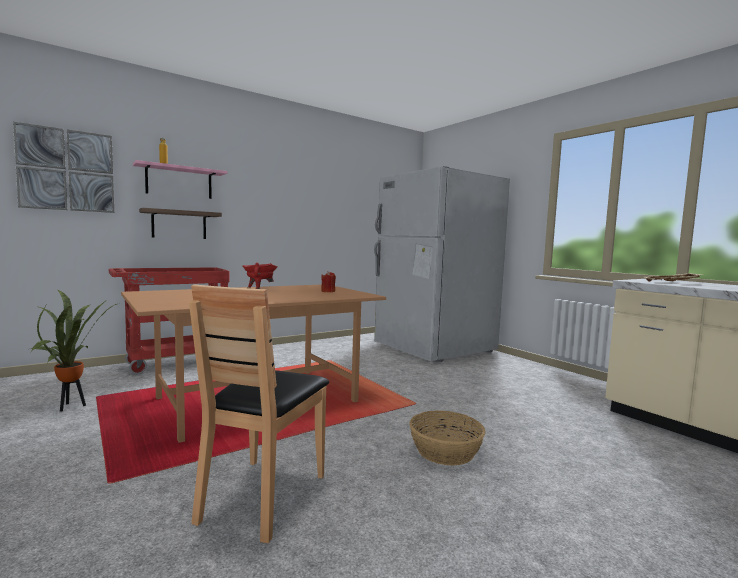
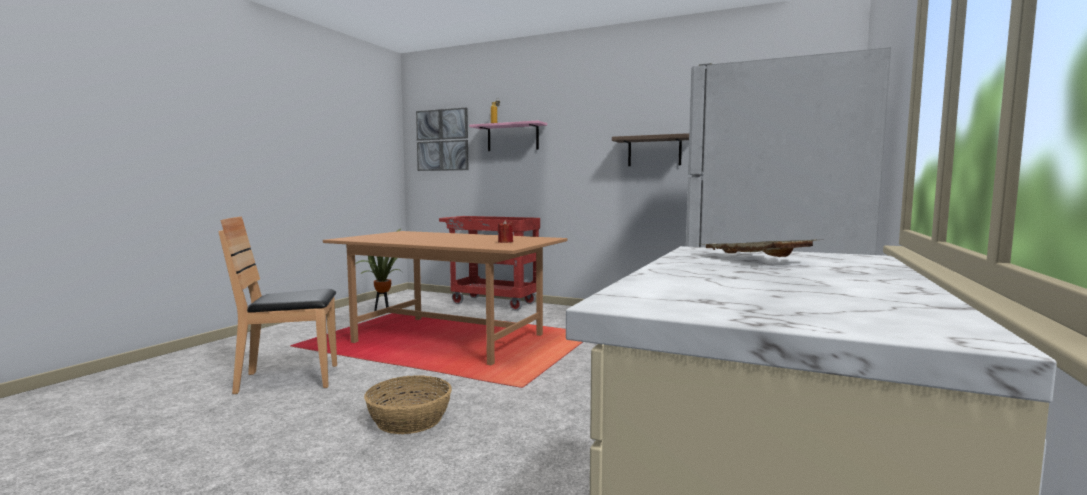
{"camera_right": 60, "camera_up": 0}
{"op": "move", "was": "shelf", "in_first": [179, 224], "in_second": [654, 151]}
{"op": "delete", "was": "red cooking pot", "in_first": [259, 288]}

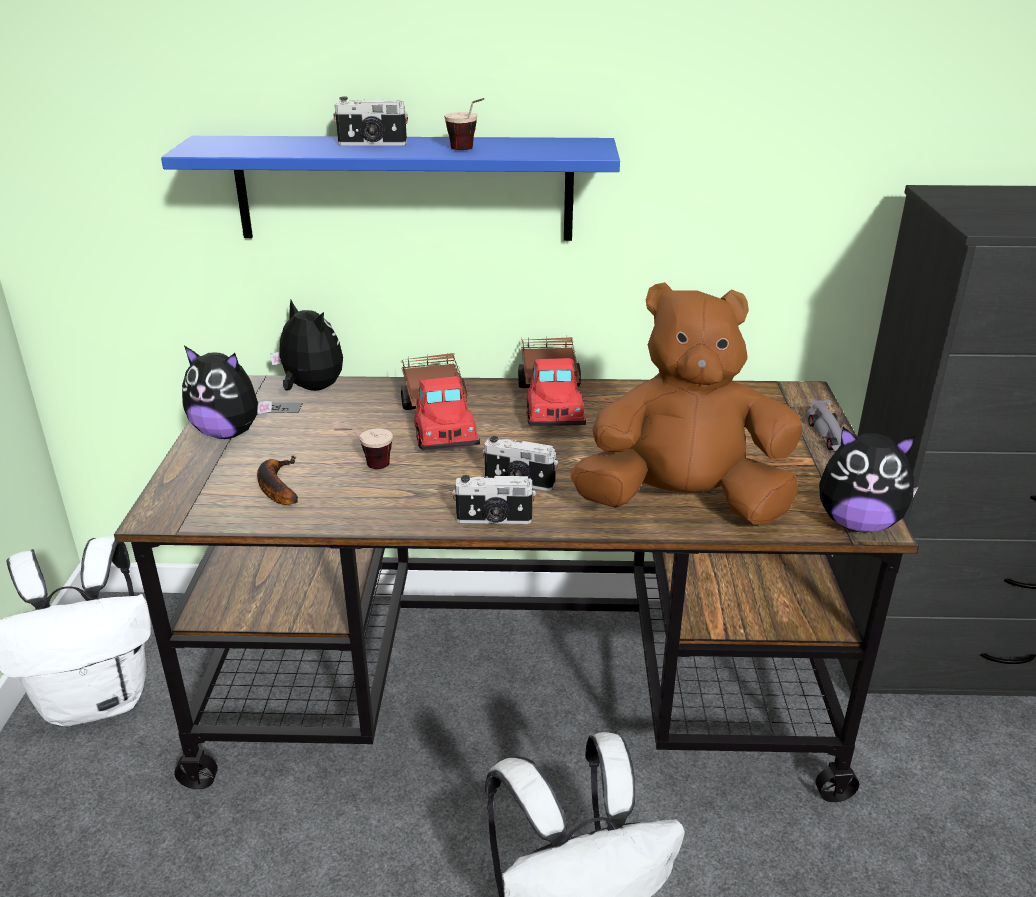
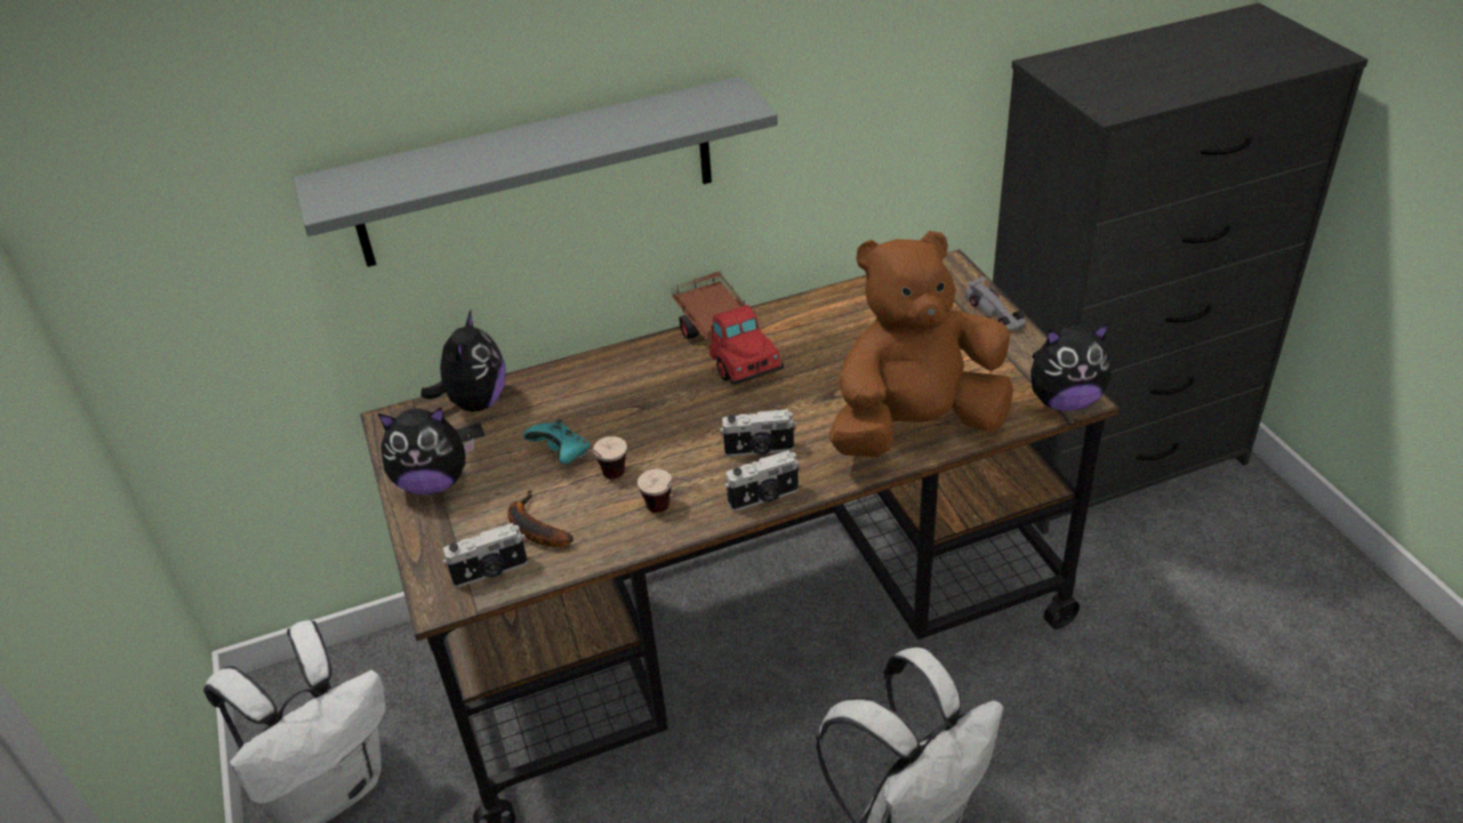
{"camera_right": -20, "camera_up": 10}
{"op": "recolor", "was": "blue shelf", "now": "grey shelf", "in_first": [404, 188], "in_second": [536, 174]}
{"op": "rotate", "was": "plush toy", "in_first": [310, 389], "in_second": [475, 402], "clockwise": 75}
{"op": "move", "was": "photo camera", "in_first": [372, 144], "in_second": [490, 572]}
{"op": "insert", "now": "turquoise game controller", "in_second": [562, 454]}
{"op": "move", "was": "cup", "in_first": [468, 151], "in_second": [669, 510]}
{"op": "delete", "was": "toy truck", "in_first": [440, 420]}

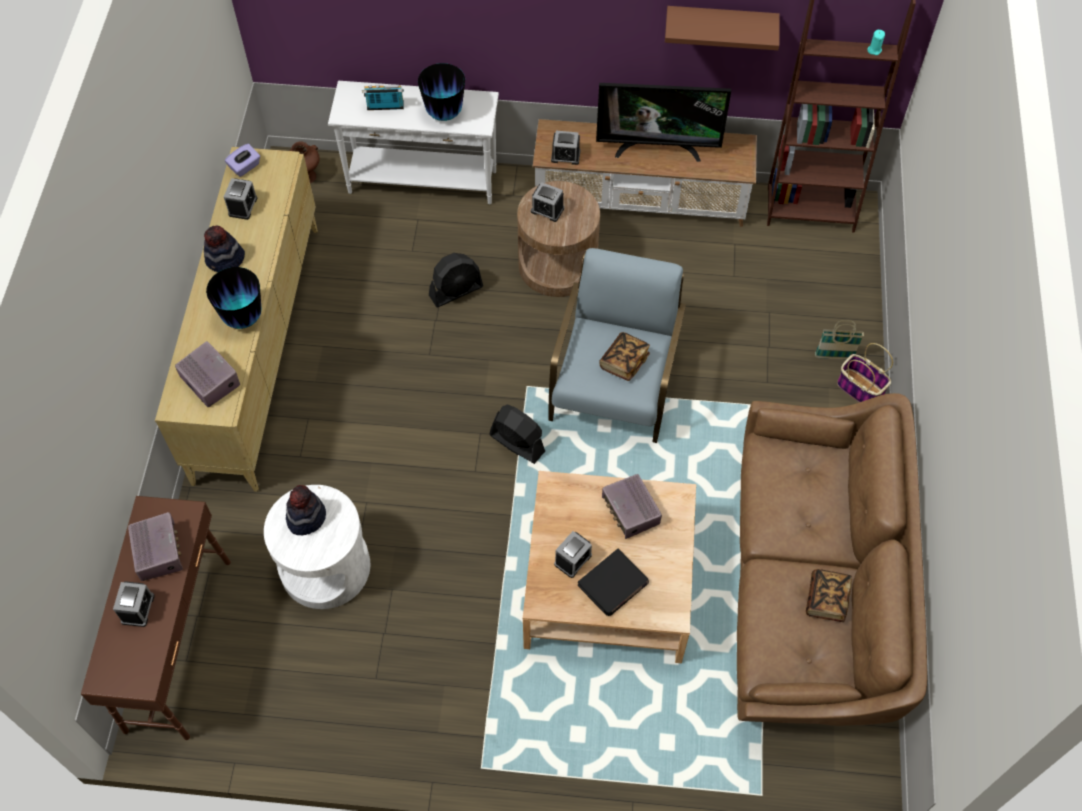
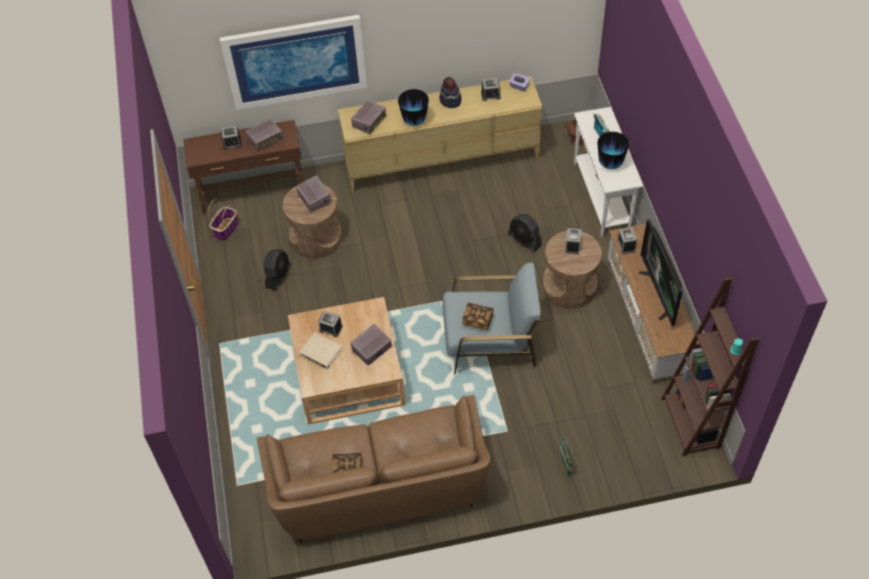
{"camera_right": 75, "camera_up": -5}
{"op": "move", "was": "basket", "in_first": [859, 388], "in_second": [226, 229]}
{"op": "insert", "now": "picture", "in_second": [295, 61]}
{"op": "move", "was": "black fan", "in_first": [517, 443], "in_second": [278, 275]}
{"op": "recolor", "was": "white side table", "now": "brown side table", "in_first": [325, 567], "in_second": [315, 237]}
{"op": "replace", "was": "hat", "now": "radio", "in_first": [306, 517], "in_second": [314, 198]}
{"op": "recolor", "was": "black book", "now": "beige book", "in_first": [613, 584], "in_second": [321, 352]}
{"op": "delete", "was": "brown shelf", "in_first": [721, 24]}

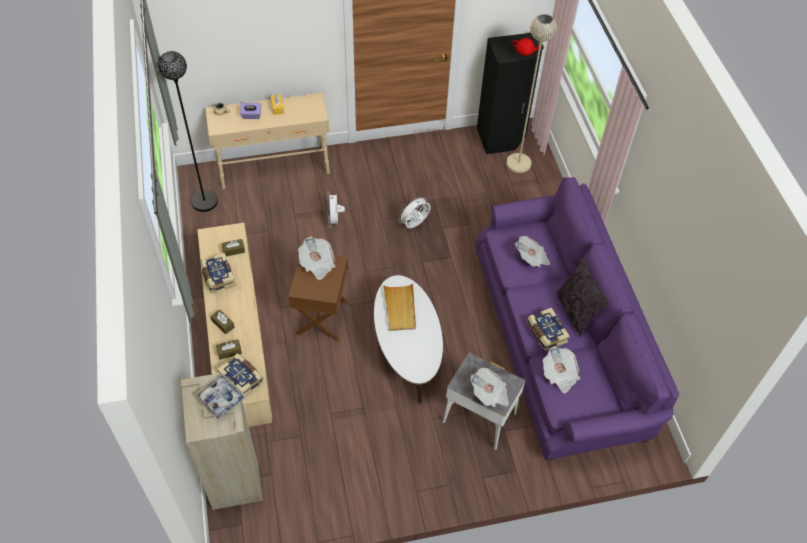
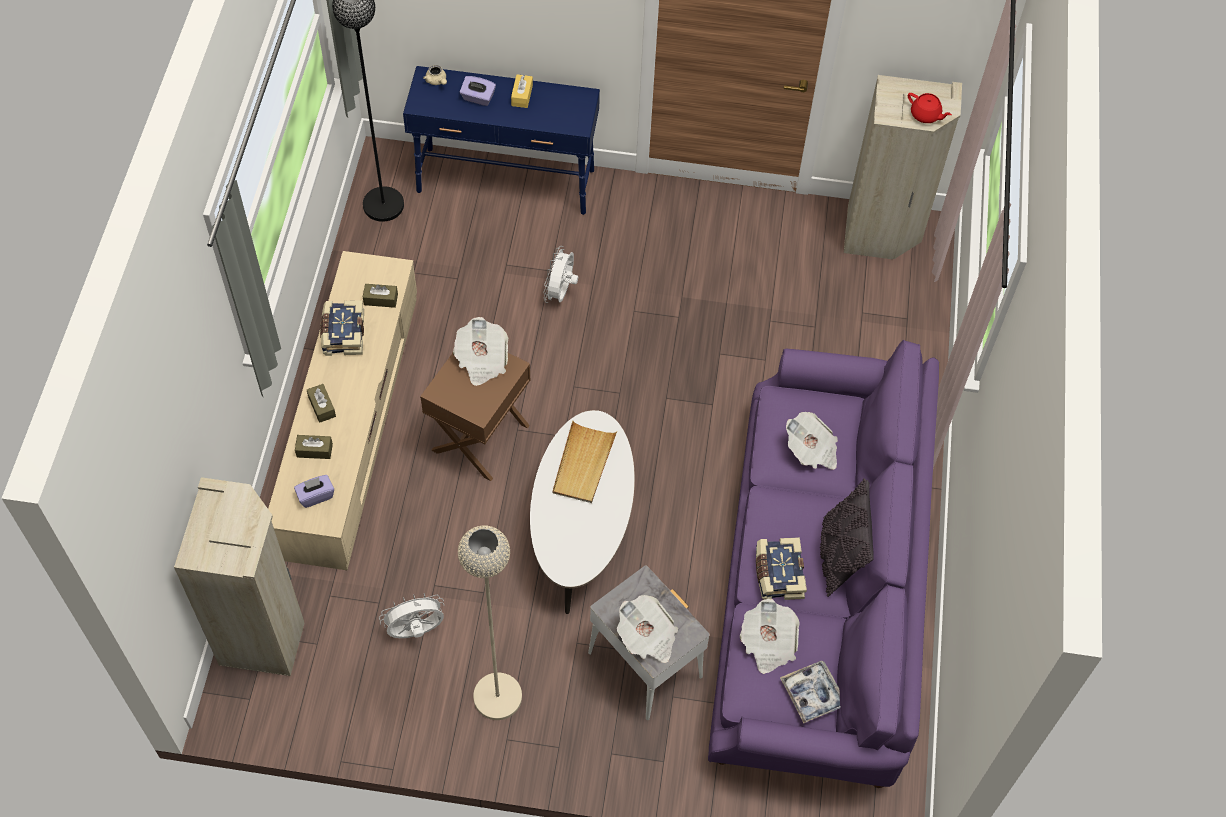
{"camera_right": 20, "camera_up": 5}
{"op": "replace", "was": "book", "now": "purple tissue box", "in_first": [242, 379], "in_second": [316, 496]}
{"op": "move", "was": "white fan", "in_first": [415, 225], "in_second": [416, 632]}
{"op": "recolor", "was": "beige console table", "now": "blue console table", "in_first": [274, 169], "in_second": [505, 182]}
{"op": "move", "was": "beige floor lamp", "in_first": [518, 164], "in_second": [497, 697]}
{"op": "move", "was": "tray", "in_first": [221, 398], "in_second": [812, 694]}
{"op": "recolor", "was": "black cabinet", "now": "beige cabinet", "in_first": [502, 137], "in_second": [882, 231]}

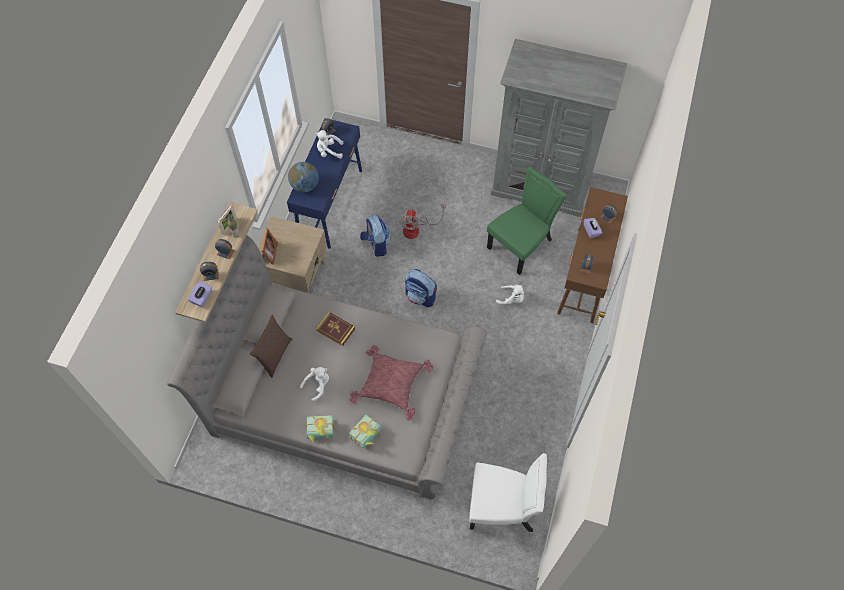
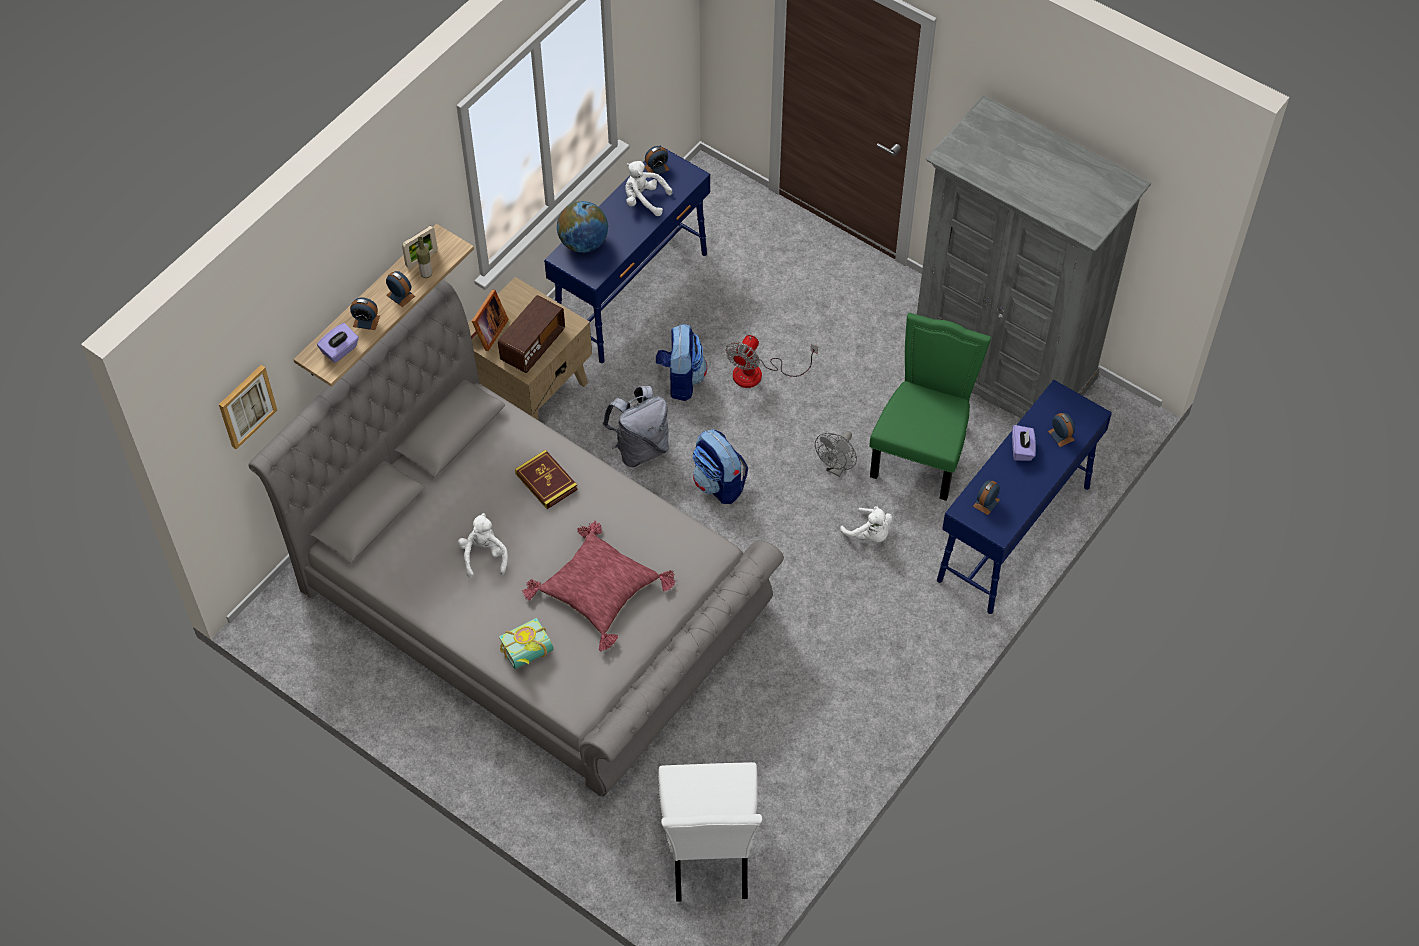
{"camera_right": 20, "camera_up": -5}
{"op": "insert", "now": "picture", "in_second": [246, 406]}
{"op": "rotate", "was": "white plush toy", "in_first": [318, 385], "in_second": [484, 556], "clockwise": -75}
{"op": "insert", "now": "radio", "in_second": [532, 346]}
{"op": "insert", "now": "grey backpack", "in_second": [640, 448]}
{"op": "rotate", "was": "white chair", "in_first": [501, 507], "in_second": [709, 847], "clockwise": 60}
{"op": "insert", "now": "grey fan", "in_second": [837, 468]}
{"op": "rotate", "was": "green chair", "in_first": [520, 246], "in_second": [921, 453], "clockwise": -45}
{"op": "recolor", "was": "brown console table", "now": "blue console table", "in_first": [584, 275], "in_second": [1012, 533]}
{"op": "delete", "was": "brown pillow", "in_first": [275, 355]}
{"op": "delete", "was": "book", "in_first": [320, 433]}

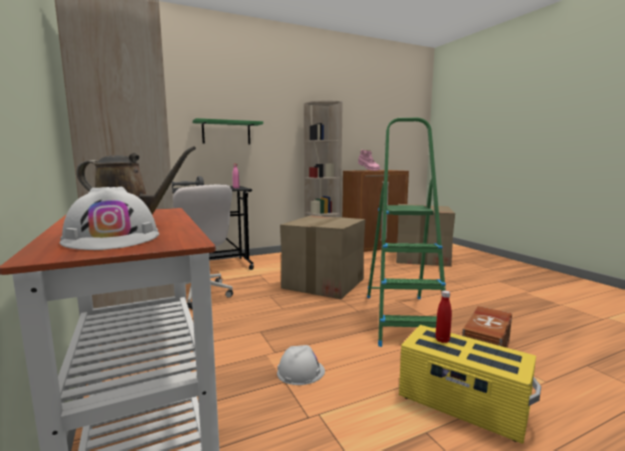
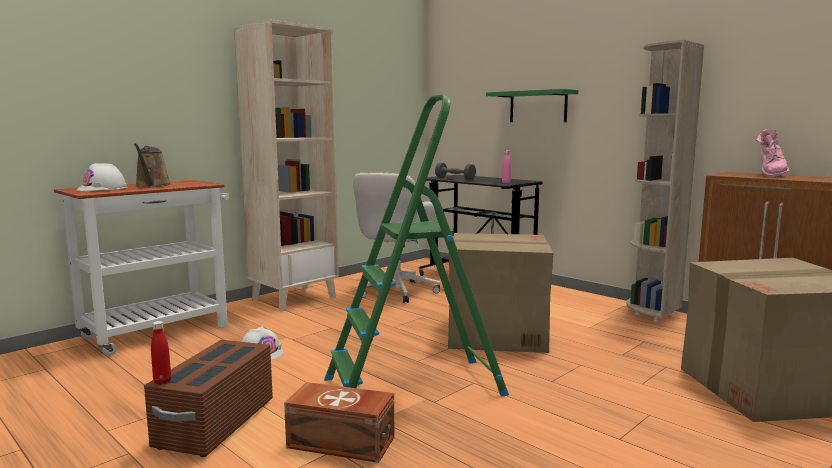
{"camera_right": 70, "camera_up": 0}
{"op": "recolor", "was": "yellow storage box", "now": "brown storage box", "in_first": [462, 404], "in_second": [215, 424]}
{"op": "move", "was": "red bottle", "in_first": [442, 340], "in_second": [162, 381]}

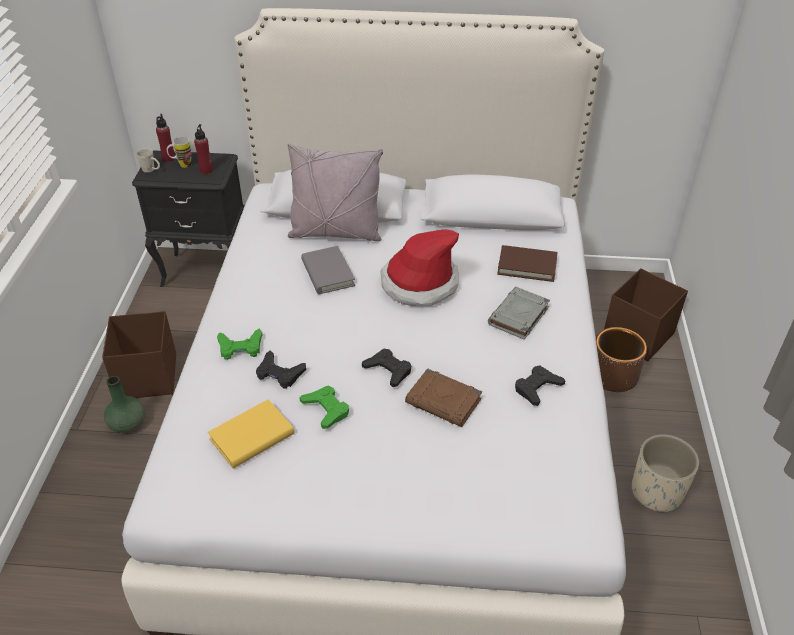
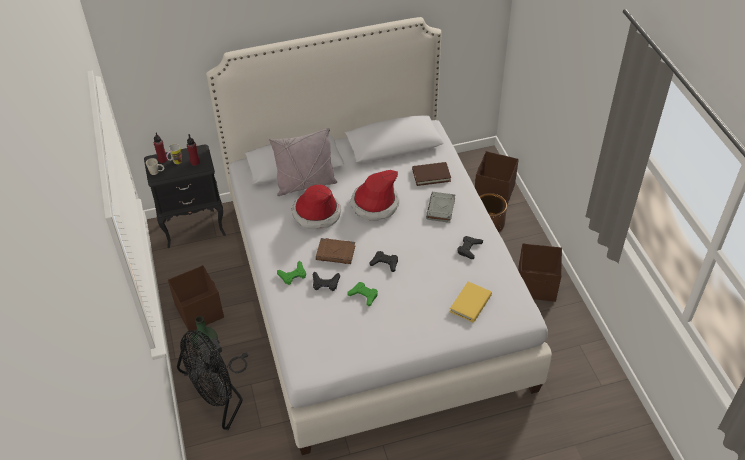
{"camera_right": -20, "camera_up": 5}
{"op": "insert", "now": "black fan", "in_second": [219, 390]}
{"op": "replace", "was": "grey book", "now": "hat", "in_first": [327, 273], "in_second": [316, 213]}
{"op": "move", "was": "brown book", "in_first": [444, 401], "in_second": [336, 253]}
{"op": "move", "was": "yellow book", "in_first": [252, 437], "in_second": [470, 303]}
{"op": "replace", "was": "beige planter", "now": "brown storage box", "in_first": [657, 492], "in_second": [537, 286]}

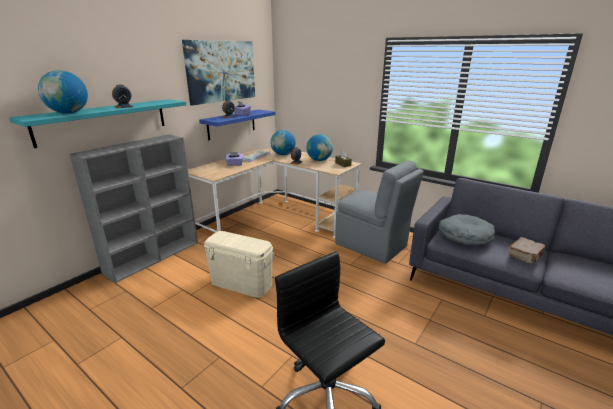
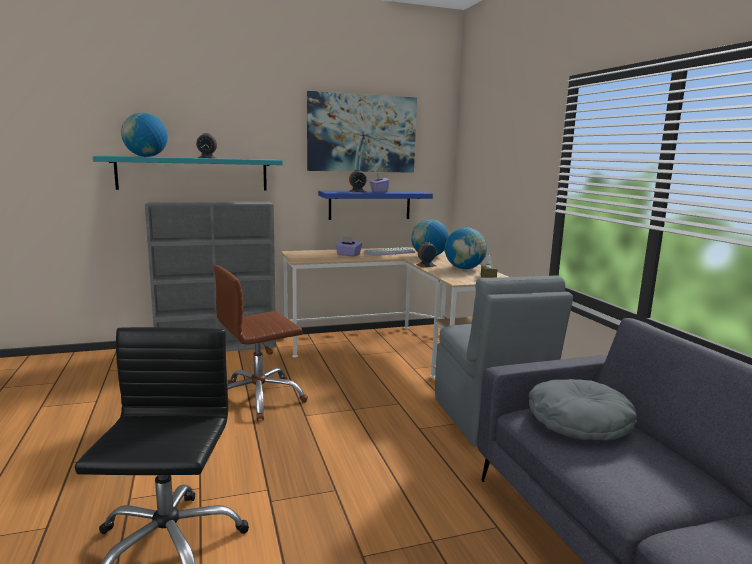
{"camera_right": 35, "camera_up": -10}
{"op": "replace", "was": "beige storage box", "now": "brown office chair", "in_first": [241, 283], "in_second": [258, 398]}
{"op": "delete", "was": "brown book", "in_first": [525, 256]}

